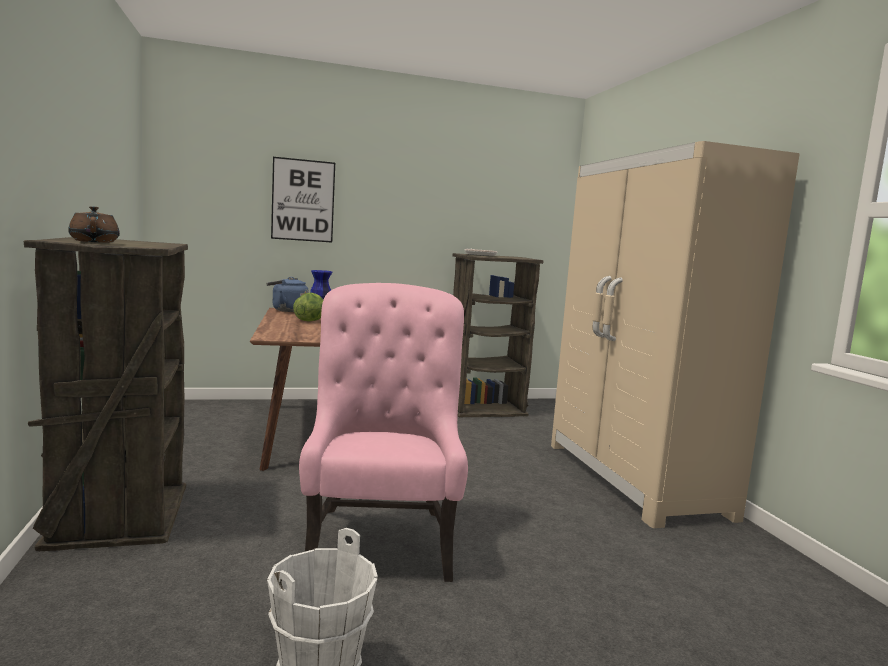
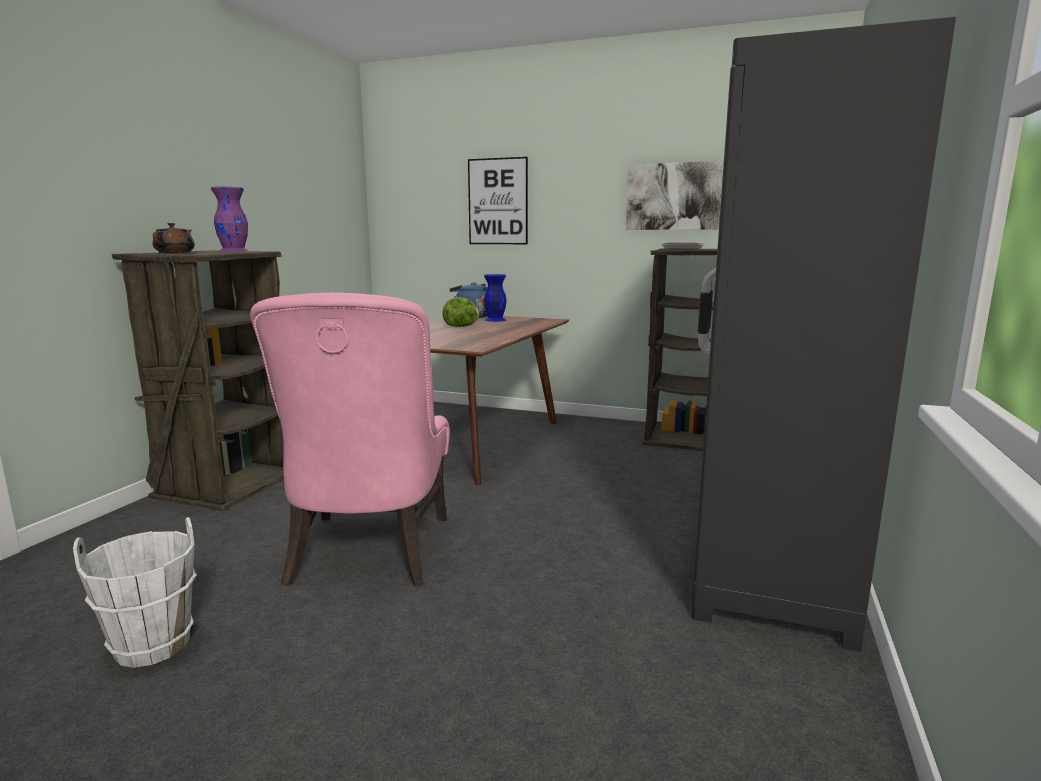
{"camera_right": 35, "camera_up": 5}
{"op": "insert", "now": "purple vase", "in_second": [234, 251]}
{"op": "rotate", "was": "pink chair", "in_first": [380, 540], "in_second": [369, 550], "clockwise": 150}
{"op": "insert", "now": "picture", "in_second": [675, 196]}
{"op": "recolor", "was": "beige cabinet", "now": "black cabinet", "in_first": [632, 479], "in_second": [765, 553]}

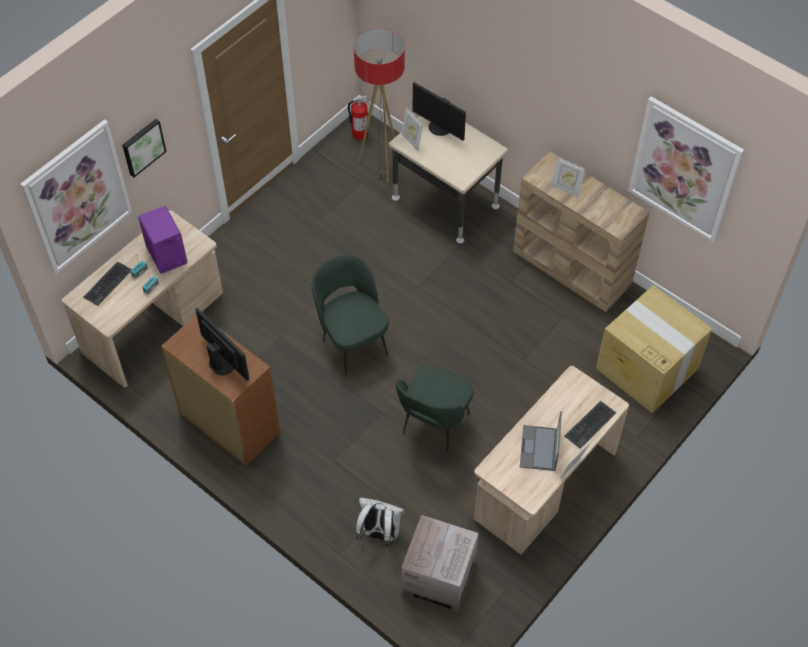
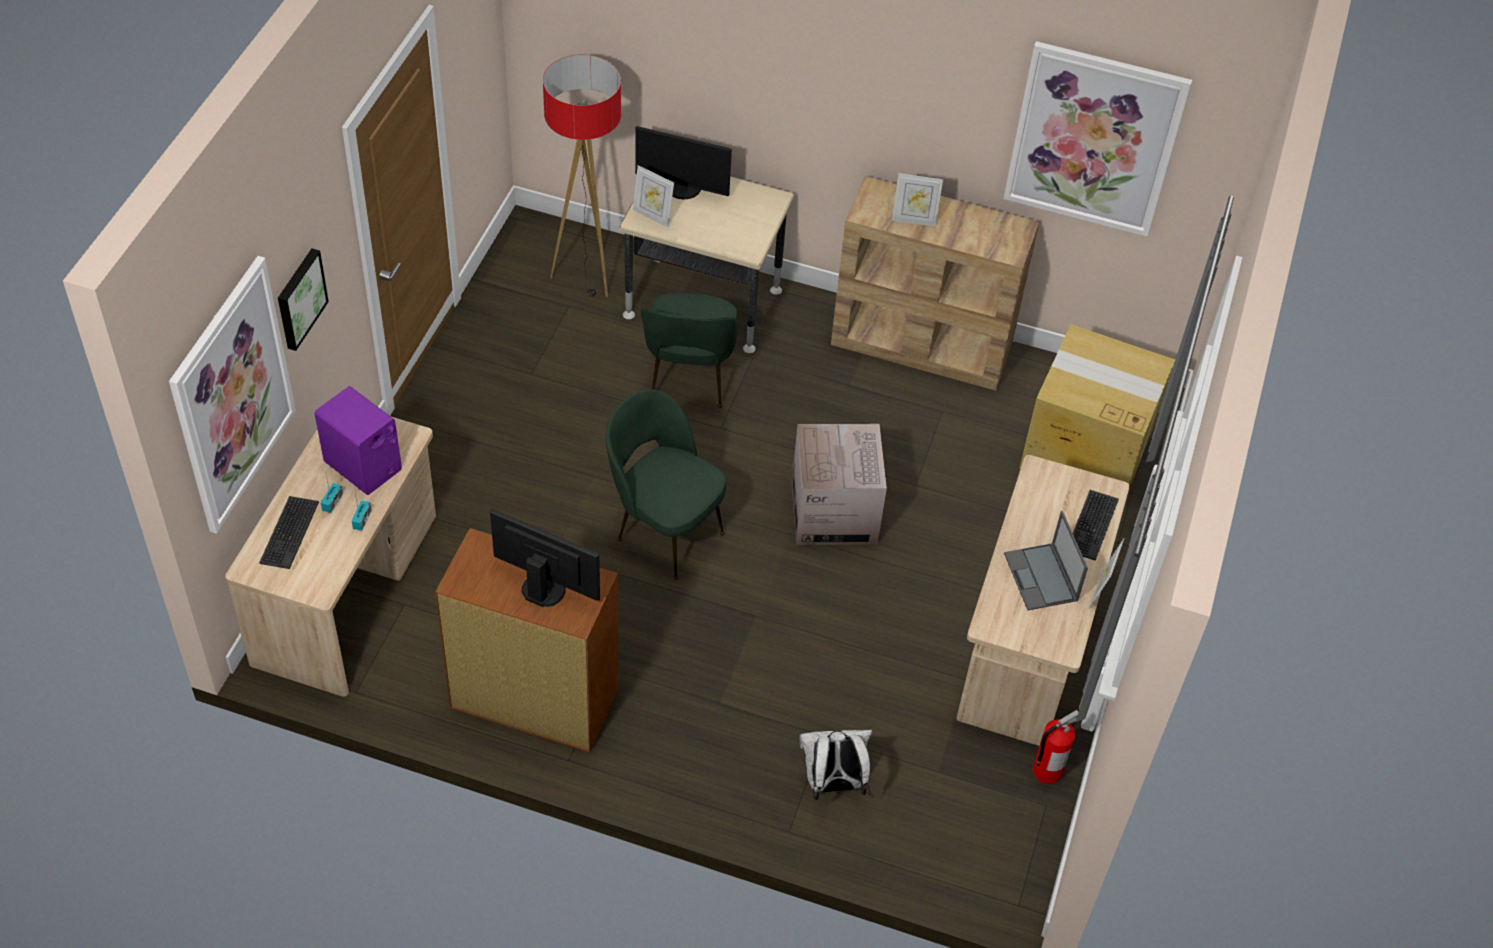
{"camera_right": -25, "camera_up": -5}
{"op": "move", "was": "green chair", "in_first": [433, 428], "in_second": [688, 384]}
{"op": "move", "was": "cardboard box", "in_first": [438, 577], "in_second": [834, 512]}
{"op": "move", "was": "fire extinguisher", "in_first": [359, 134], "in_second": [1046, 770]}

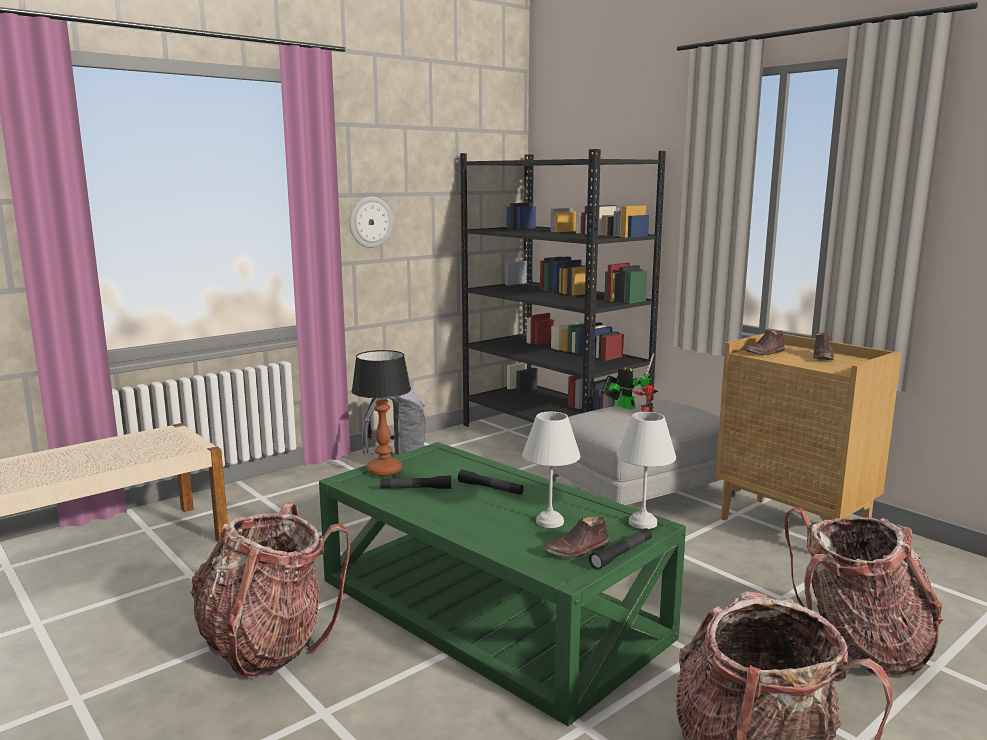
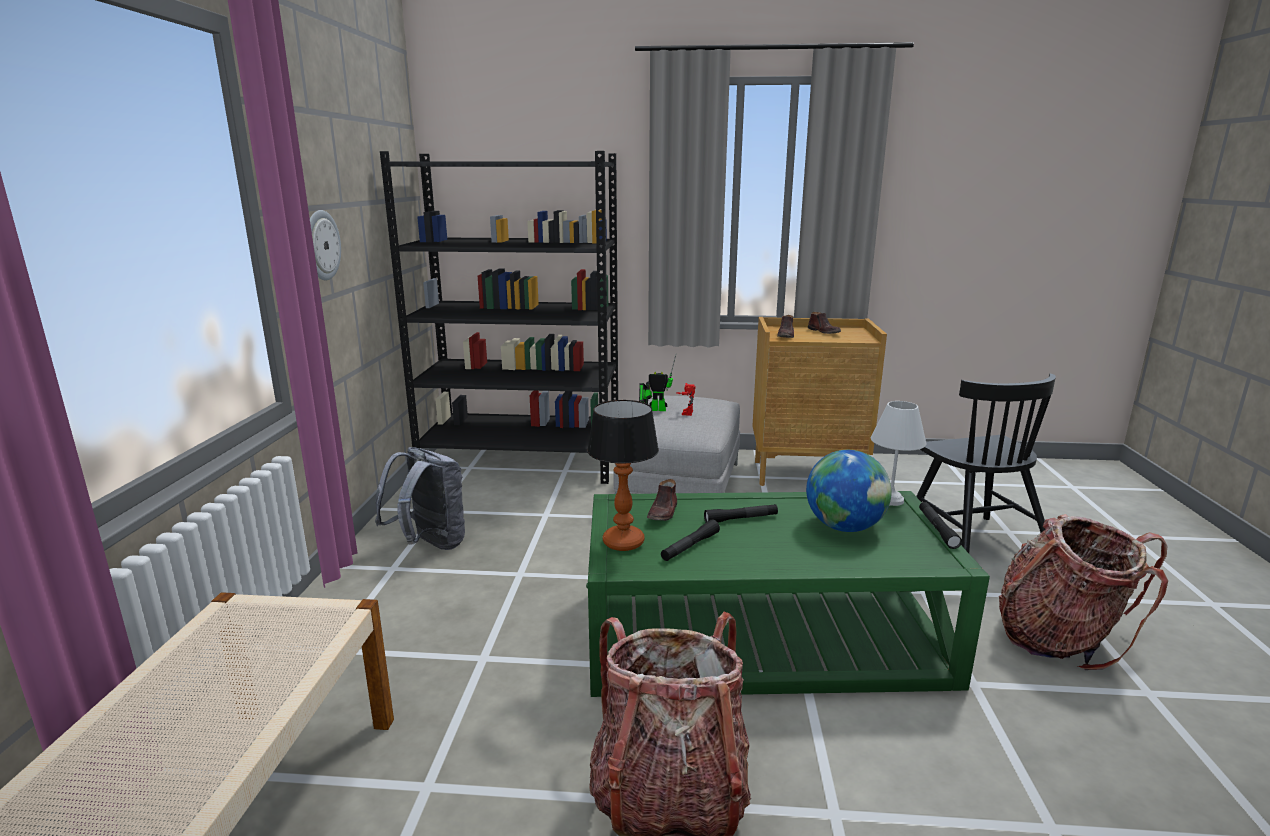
{"camera_right": -45, "camera_up": 5}
{"op": "move", "was": "brown shoe", "in_first": [576, 550], "in_second": [663, 512]}
{"op": "replace", "was": "white table lamp", "now": "globe", "in_first": [551, 522], "in_second": [844, 527]}
{"op": "replace", "was": "backpack", "now": "black chair", "in_first": [857, 649], "in_second": [970, 541]}

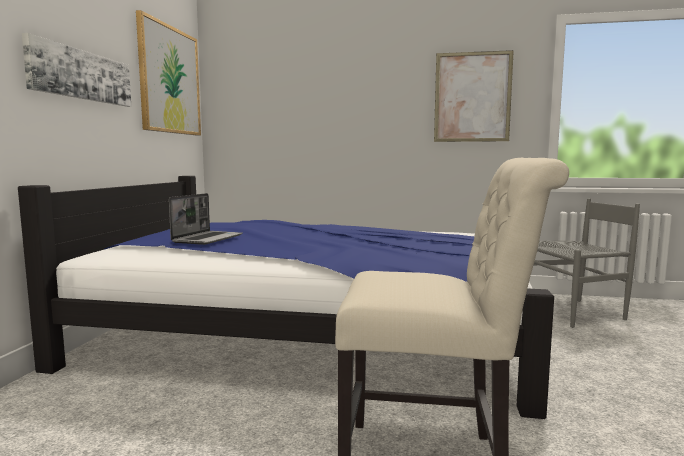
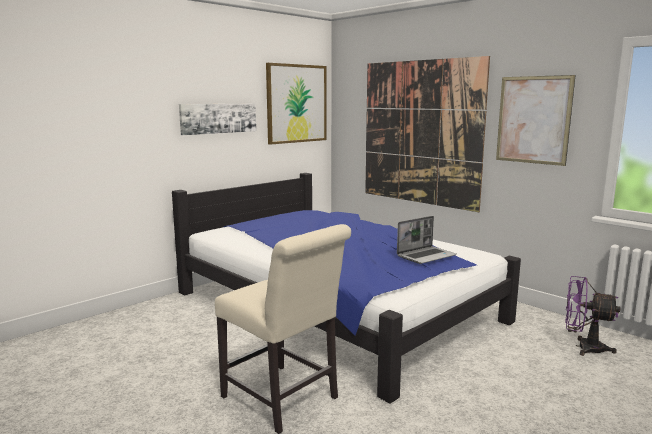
{"camera_right": 35, "camera_up": 5}
{"op": "insert", "now": "picture", "in_second": [420, 133]}
{"op": "move", "was": "laptop", "in_first": [208, 239], "in_second": [426, 256]}
{"op": "replace", "was": "grey chair", "now": "purple fan", "in_first": [574, 312], "in_second": [583, 347]}

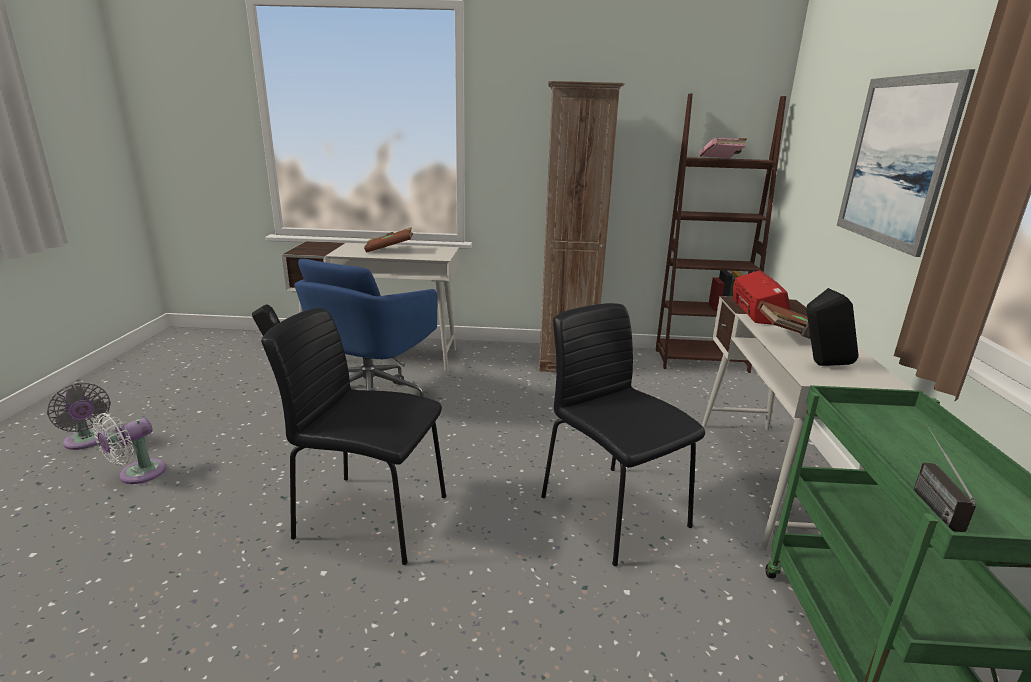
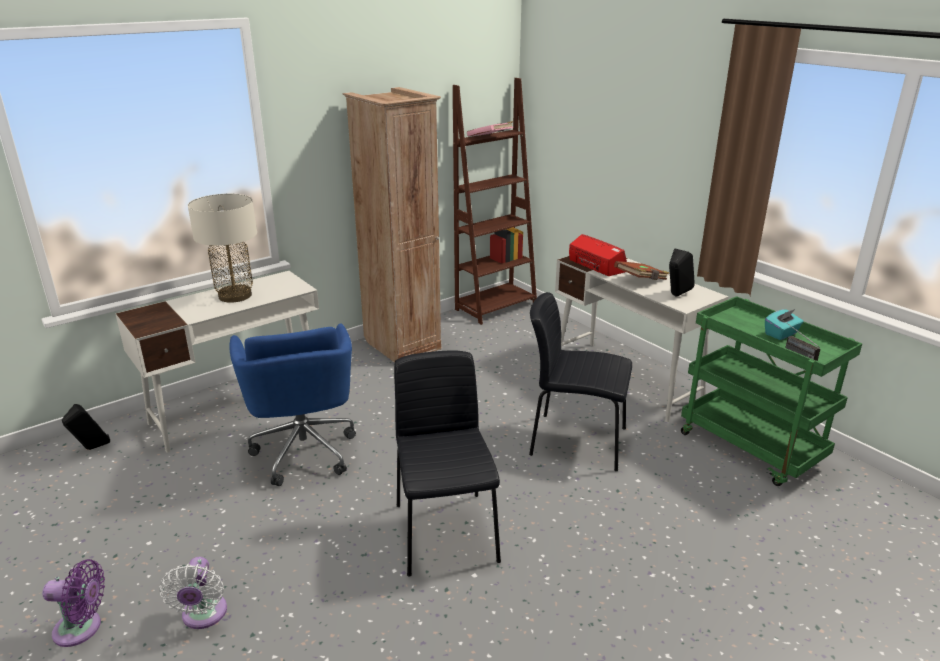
{"camera_right": -40, "camera_up": 5}
{"op": "recolor", "was": "grey fan", "now": "purple fan", "in_first": [87, 441], "in_second": [82, 628]}
{"op": "replace", "was": "brown book", "now": "table lamp", "in_first": [389, 250], "in_second": [235, 296]}
{"op": "rotate", "was": "black chair", "in_first": [367, 516], "in_second": [444, 529], "clockwise": 105}
{"op": "insert", "now": "turquoise tissue box", "in_second": [781, 334]}
{"op": "delete", "was": "picture", "in_first": [896, 161]}

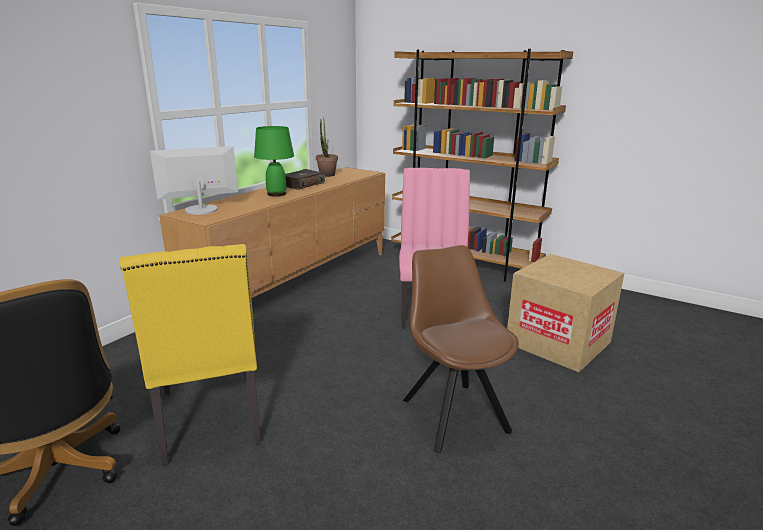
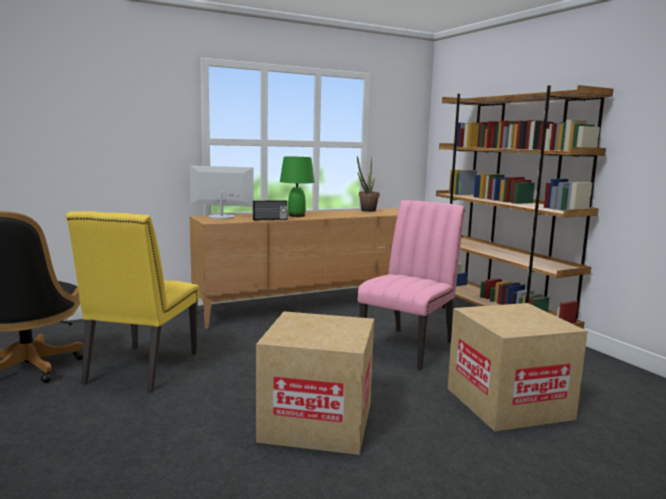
{"camera_right": 30, "camera_up": -10}
{"op": "insert", "now": "radio", "in_second": [270, 219]}
{"op": "replace", "was": "brown chair", "now": "cardboard box", "in_first": [453, 415], "in_second": [317, 422]}
{"op": "delete", "was": "book", "in_first": [302, 185]}

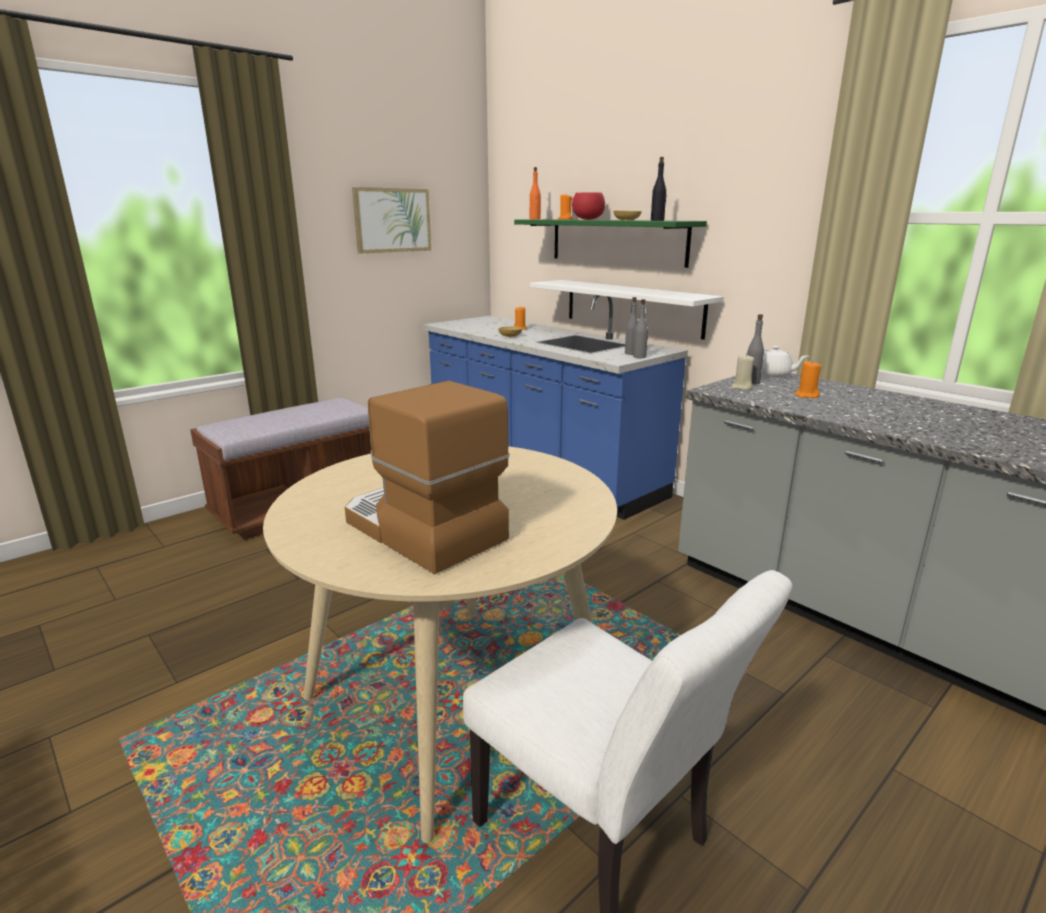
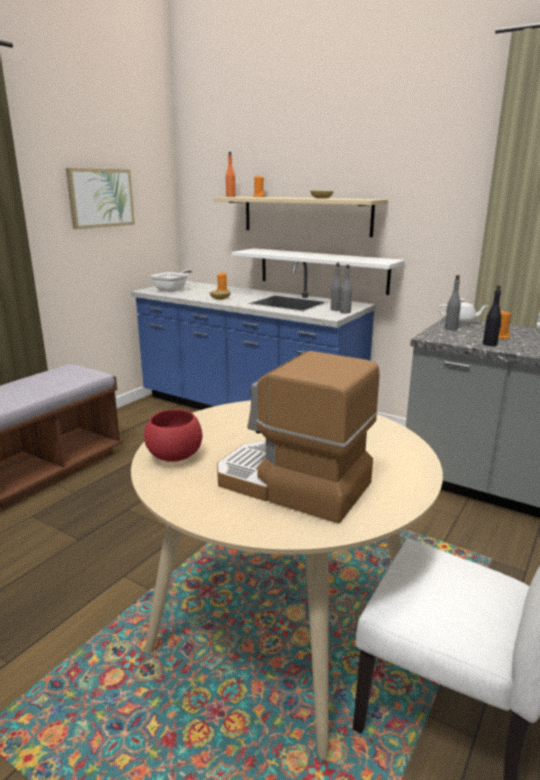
{"camera_right": -15, "camera_up": 0}
{"op": "move", "was": "red bowl", "in_first": [587, 219], "in_second": [174, 457]}
{"op": "insert", "now": "frying pan", "in_second": [173, 290]}
{"op": "recolor", "was": "green shelf", "now": "beige shelf", "in_first": [616, 241], "in_second": [306, 215]}
{"op": "move", "was": "black bottle", "in_first": [657, 220], "in_second": [490, 344]}
{"op": "delete", "was": "beige candle", "in_first": [741, 387]}

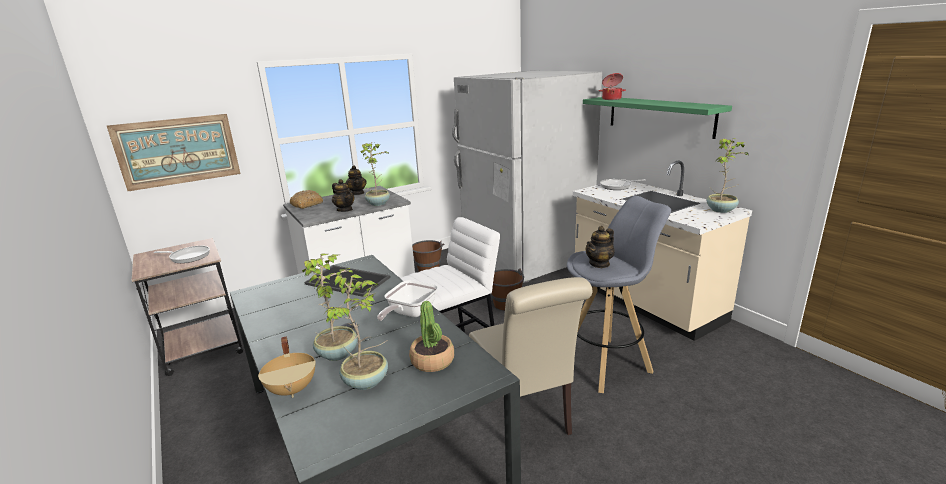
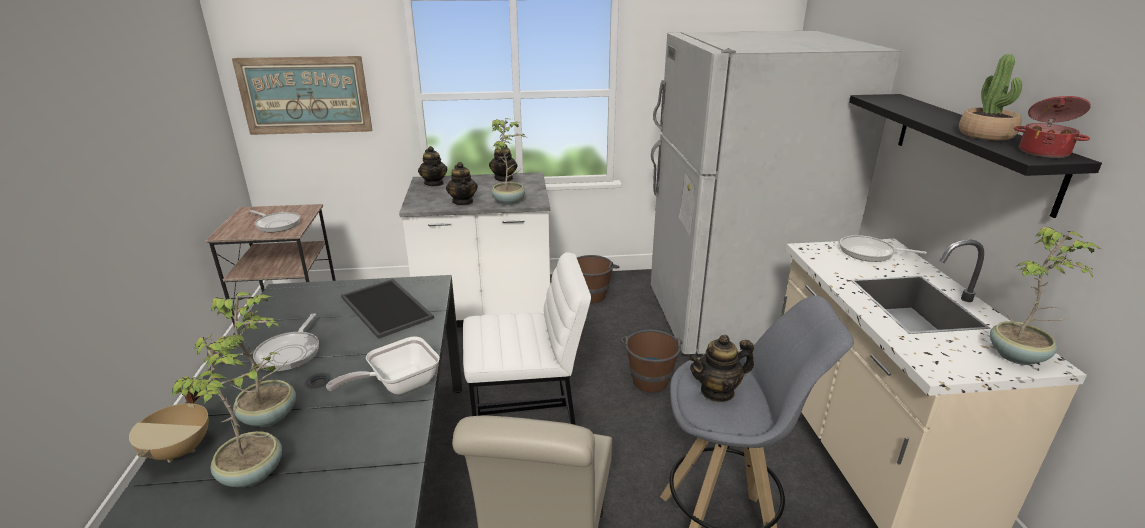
{"camera_right": 25, "camera_up": 5}
{"op": "insert", "now": "frying pan", "in_second": [290, 352]}
{"op": "replace", "was": "bread", "now": "teapot", "in_first": [307, 204], "in_second": [434, 183]}
{"op": "recolor", "was": "green shelf", "now": "black shelf", "in_first": [659, 116], "in_second": [973, 148]}
{"op": "move", "was": "potted plant", "in_first": [432, 360], "in_second": [986, 135]}
{"op": "move", "was": "cooking pot", "in_first": [611, 99], "in_second": [1043, 152]}

